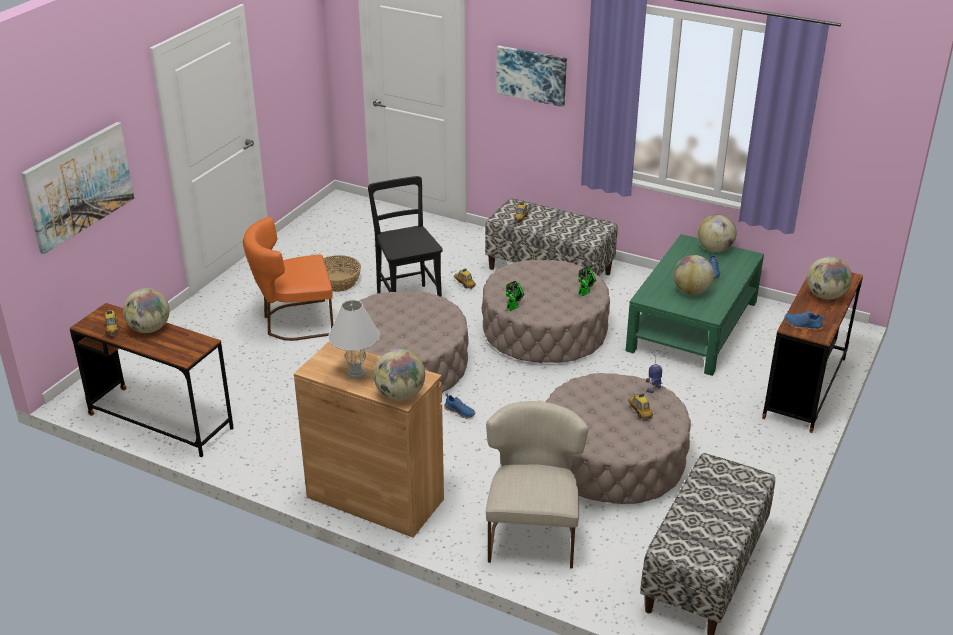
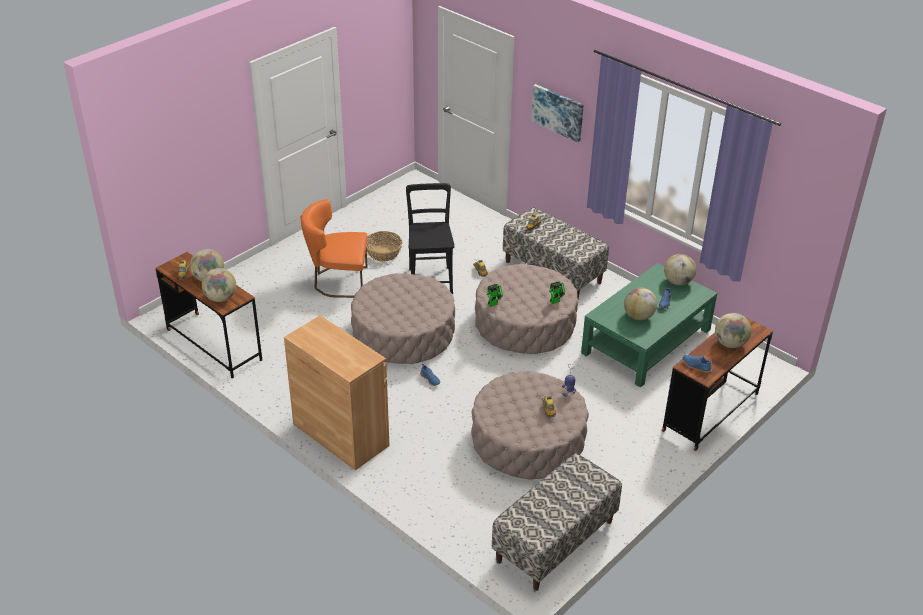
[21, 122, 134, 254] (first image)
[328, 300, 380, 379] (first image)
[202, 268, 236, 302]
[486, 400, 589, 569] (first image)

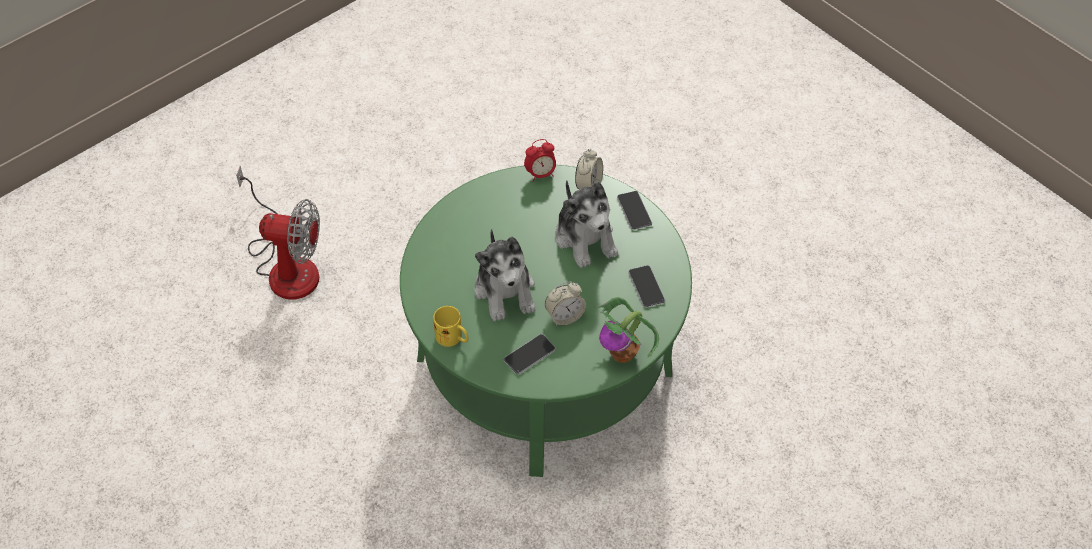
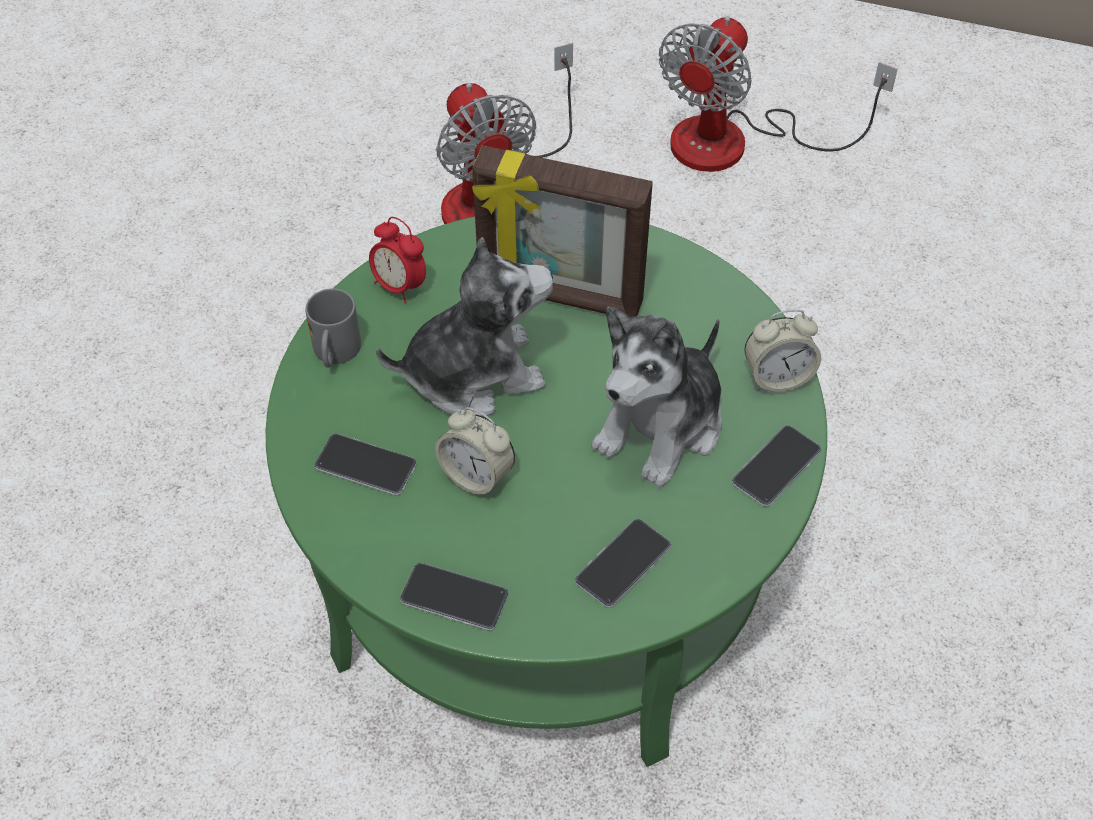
[305, 288, 361, 368]
[376, 237, 553, 416]
[369, 217, 426, 303]
[400, 563, 508, 630]
[472, 145, 653, 316]
[659, 16, 898, 172]

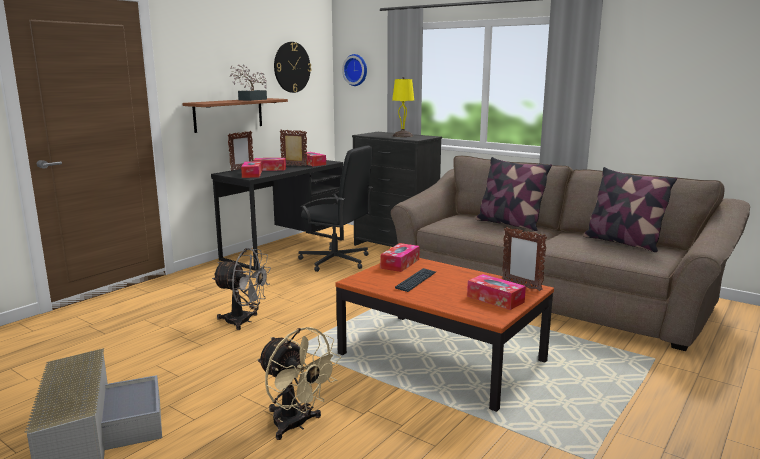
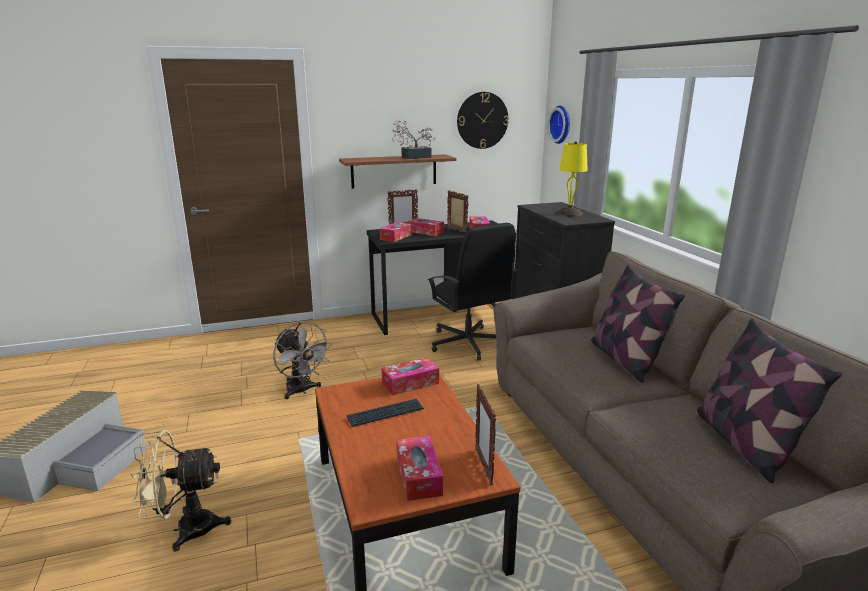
[130, 430, 231, 552]

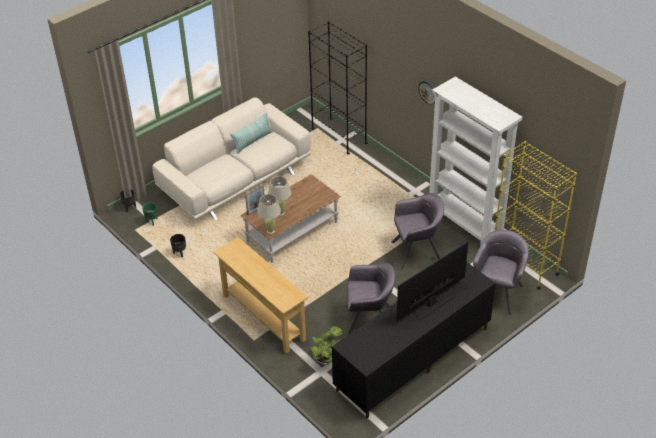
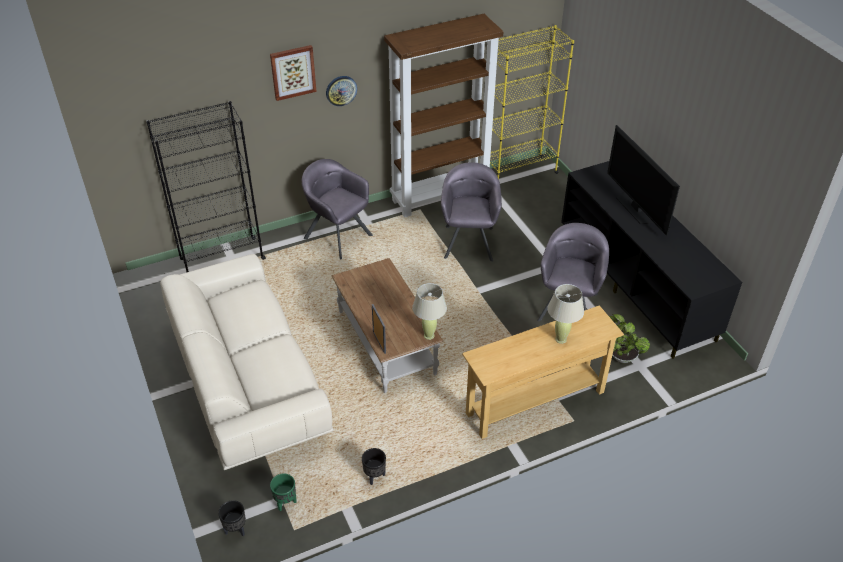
[230, 112, 272, 154] (first image)
[547, 284, 584, 344]
[384, 14, 503, 217]
[302, 159, 373, 260]
[270, 45, 317, 101]

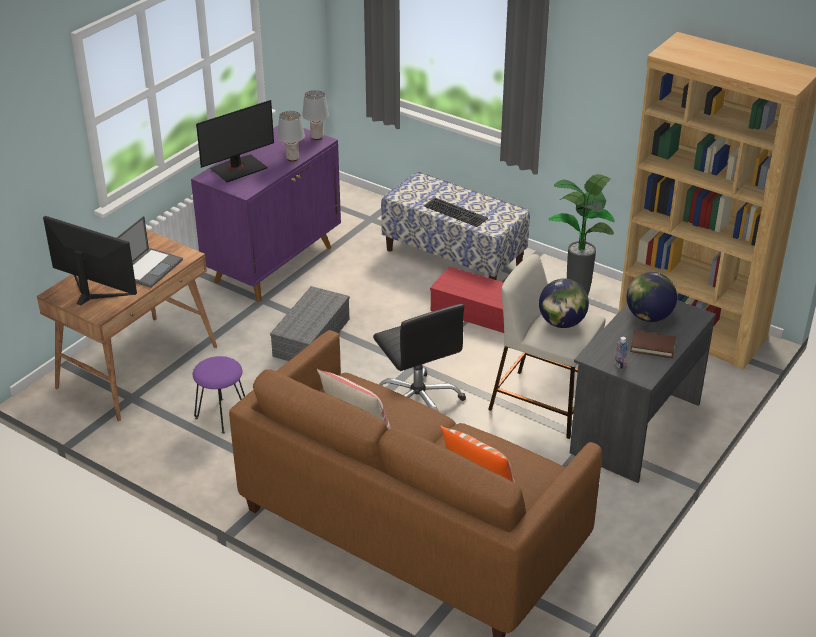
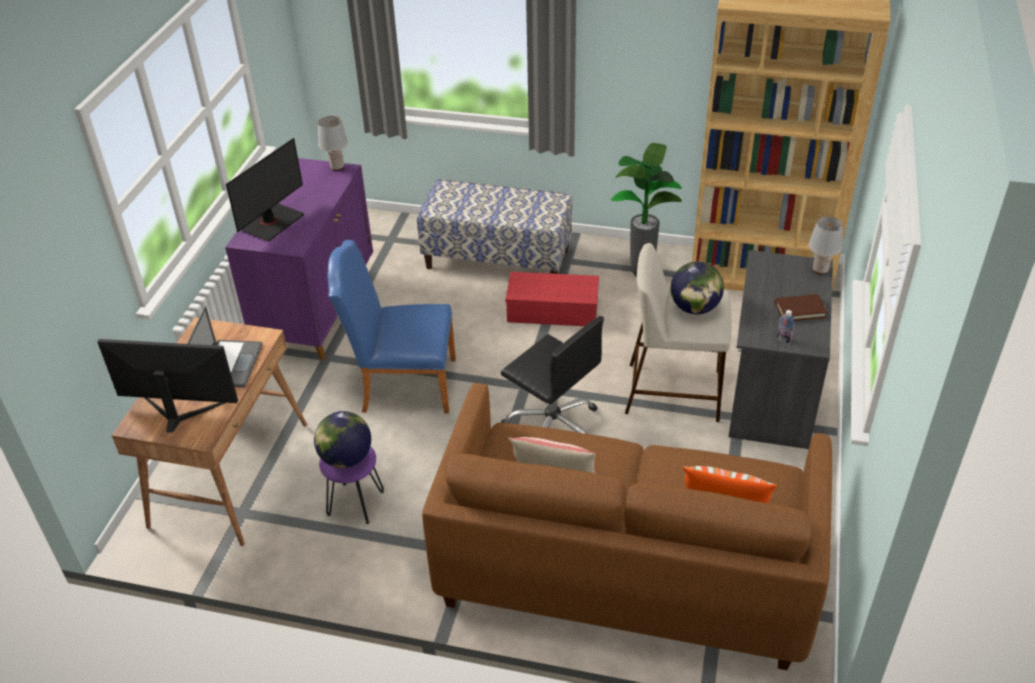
[328, 240, 456, 413]
[809, 216, 843, 274]
[424, 198, 488, 227] (first image)
[314, 411, 371, 468]

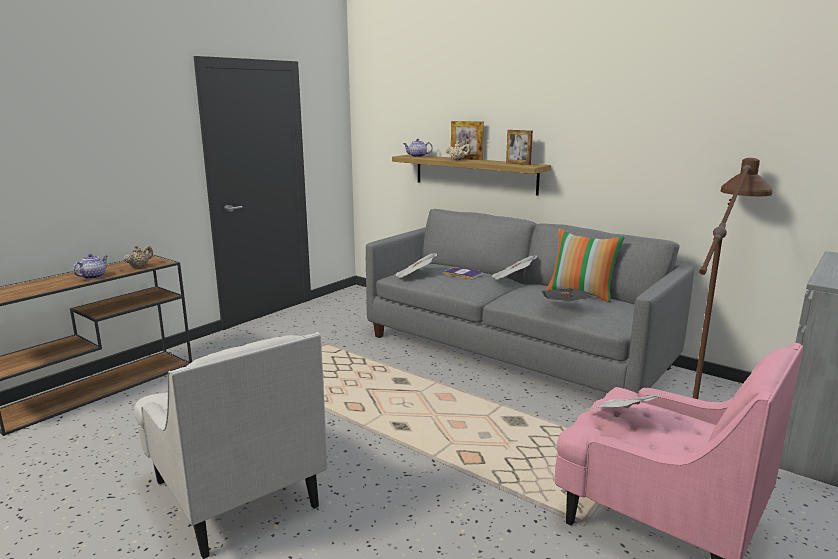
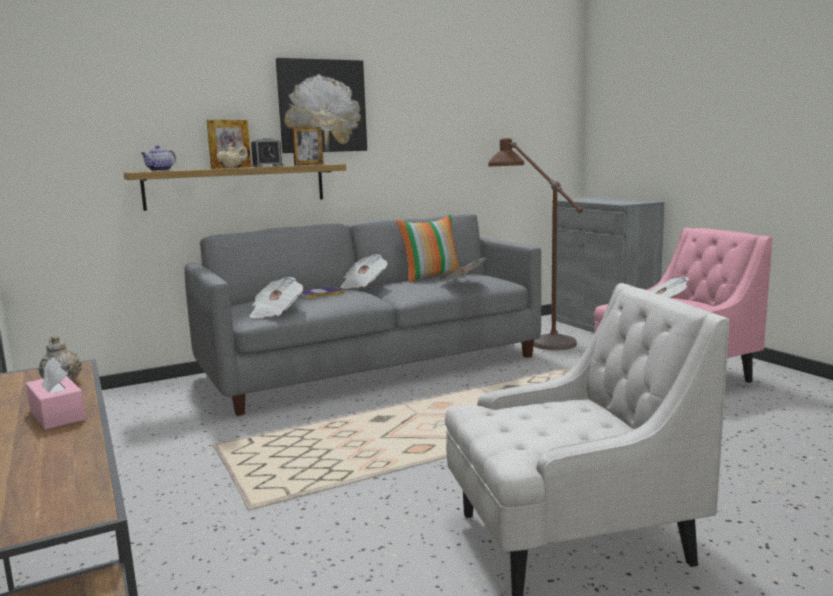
[26, 358, 86, 430]
[251, 138, 284, 167]
[276, 58, 367, 153]

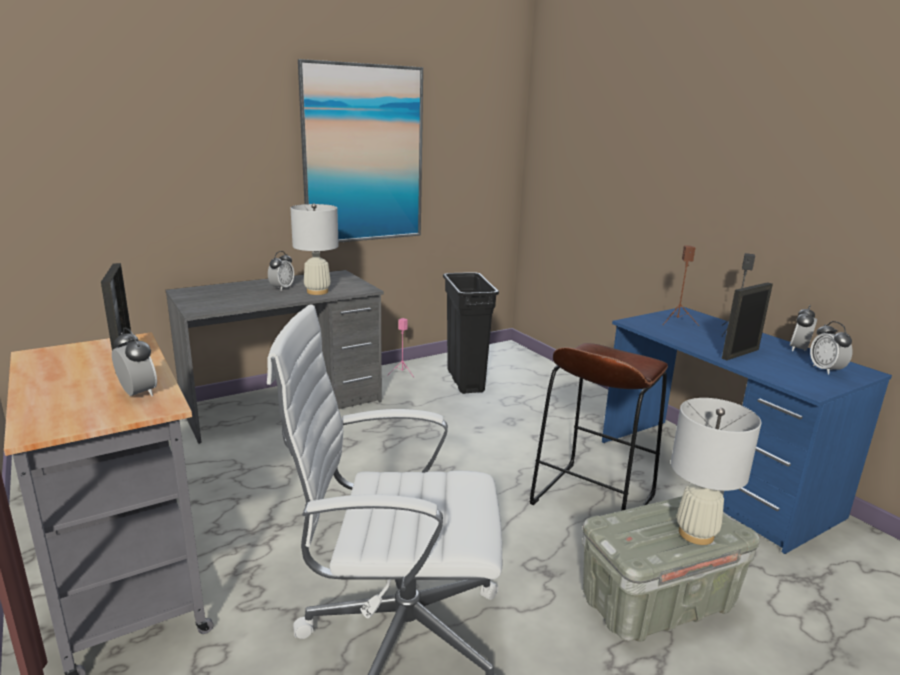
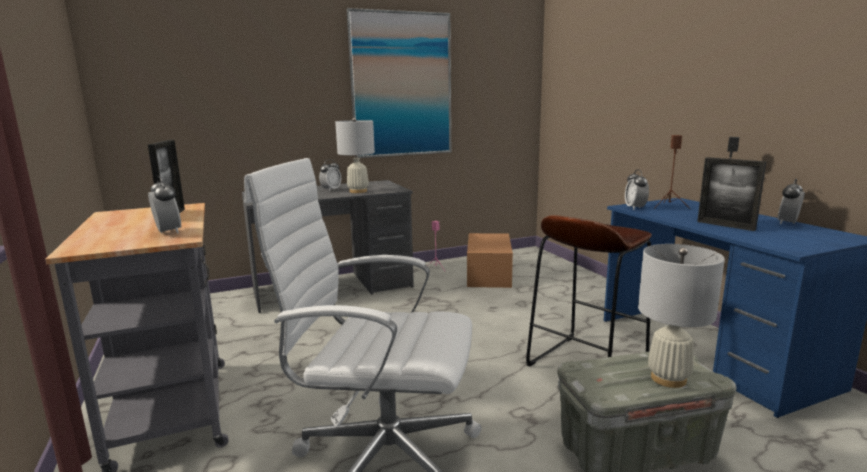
[467, 233, 513, 288]
[697, 157, 766, 231]
[625, 169, 649, 210]

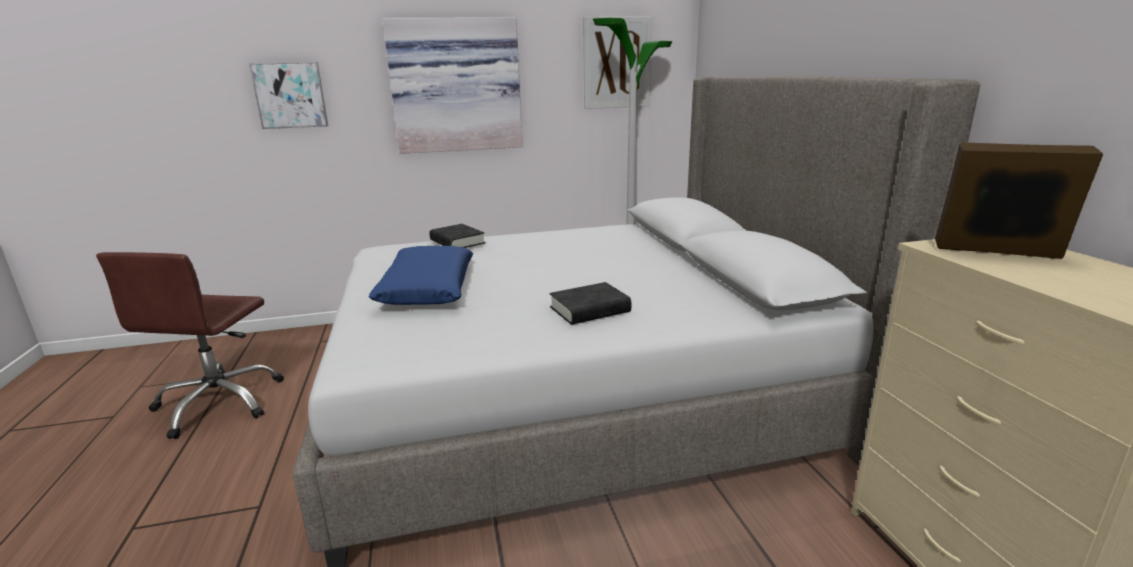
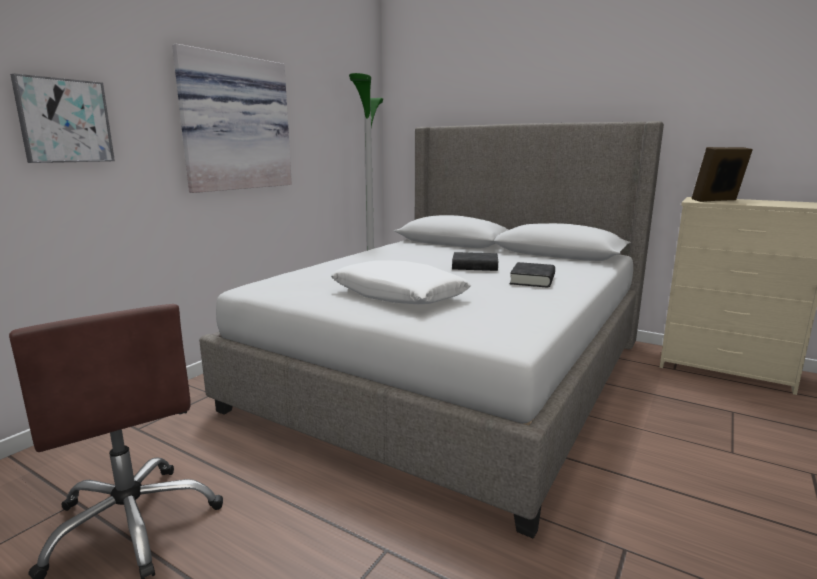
[331, 260, 471, 304]
[452, 252, 498, 271]
[583, 17, 652, 109] (first image)

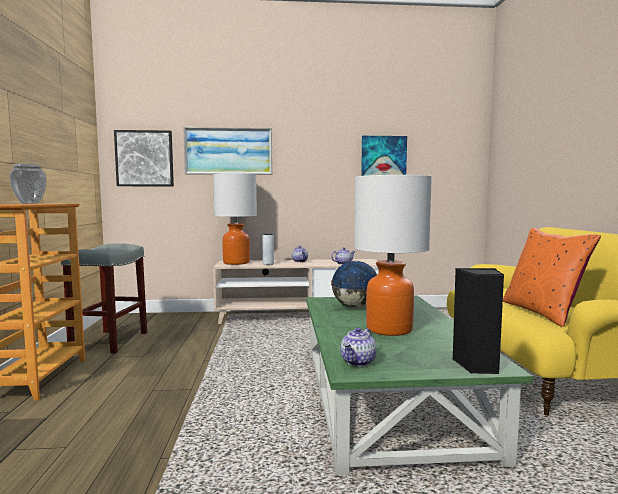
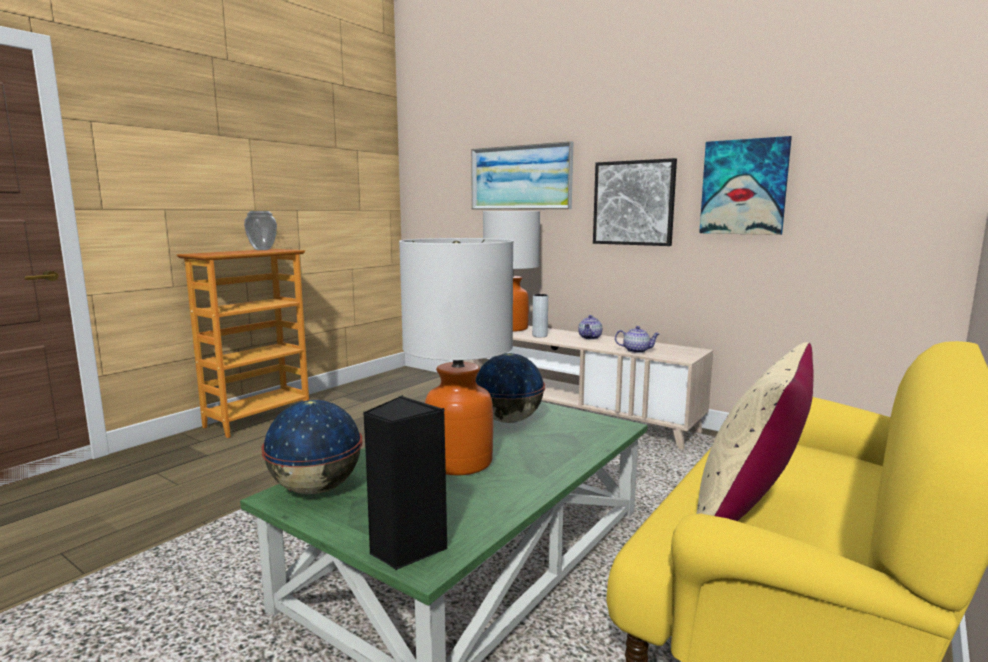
[61, 244, 147, 354] (first image)
[593, 158, 677, 246]
[261, 400, 363, 494]
[697, 342, 813, 521]

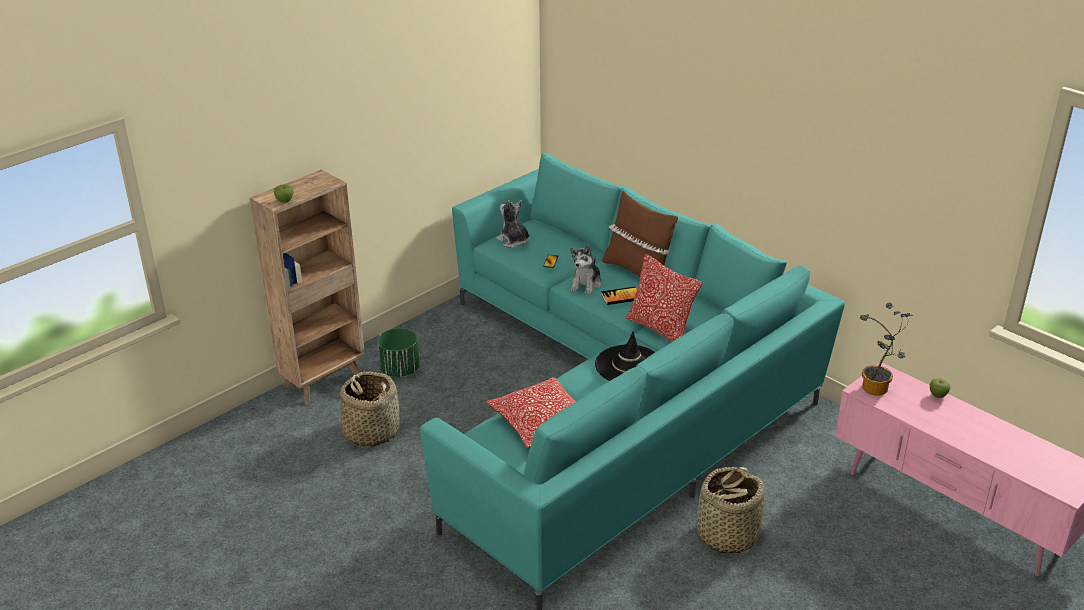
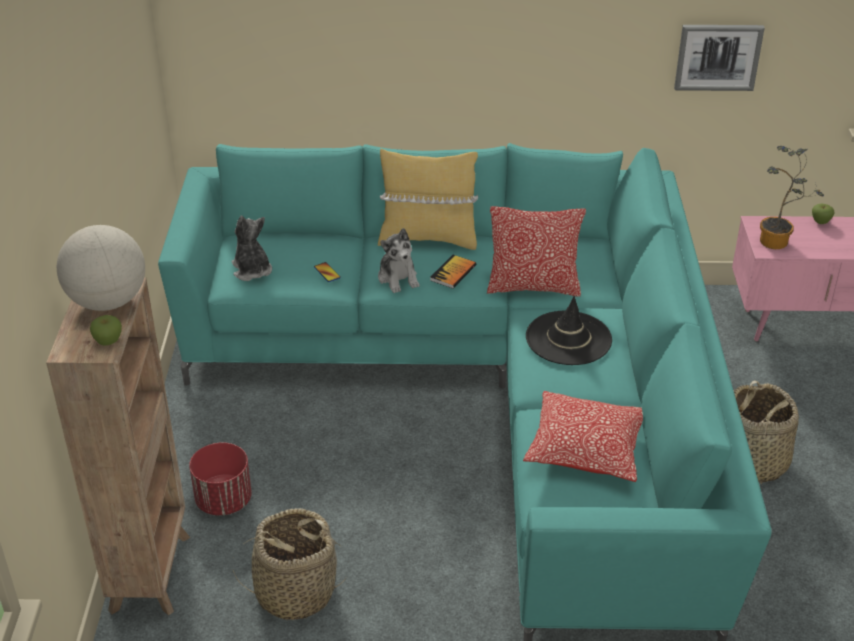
[189, 443, 252, 516]
[232, 216, 272, 281]
[378, 149, 478, 250]
[57, 225, 145, 311]
[674, 25, 765, 91]

